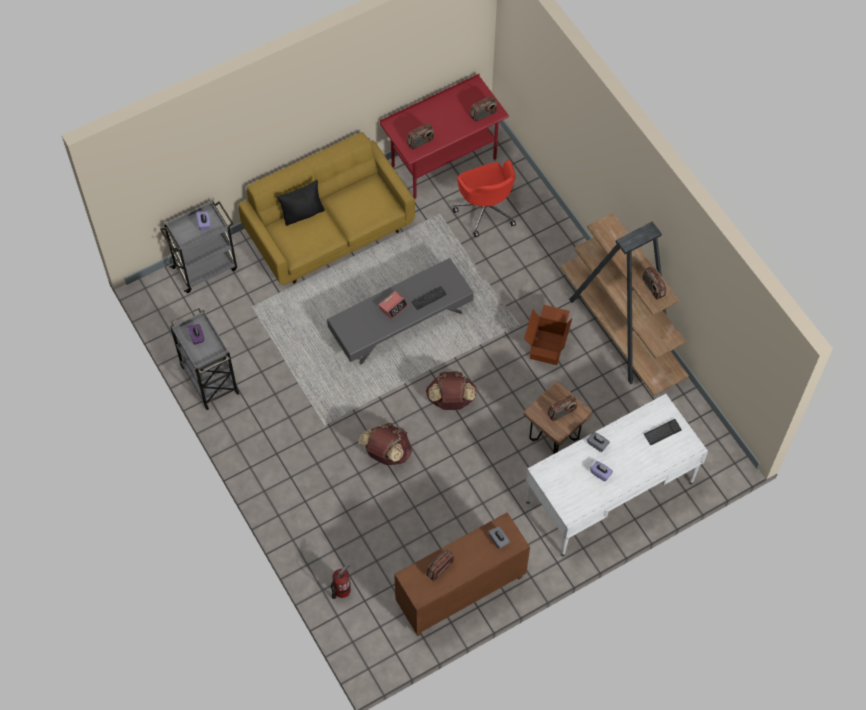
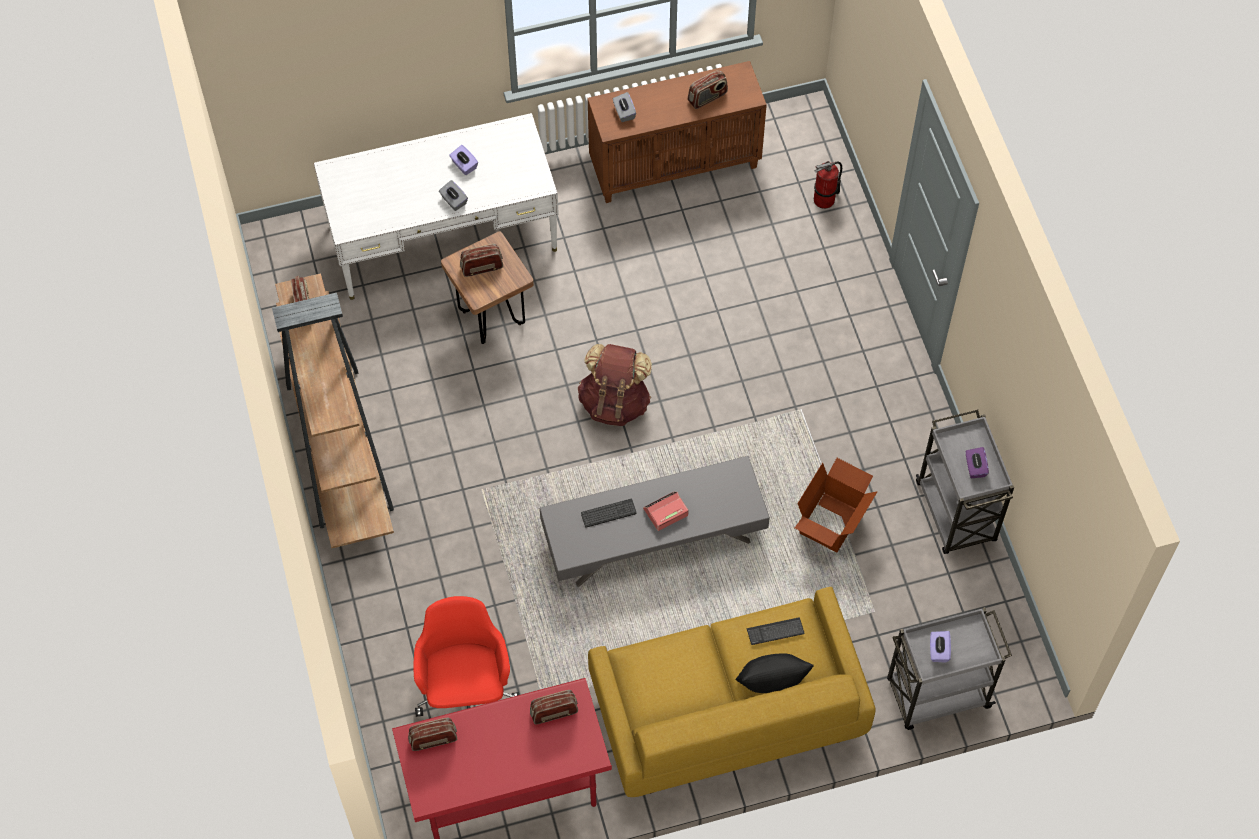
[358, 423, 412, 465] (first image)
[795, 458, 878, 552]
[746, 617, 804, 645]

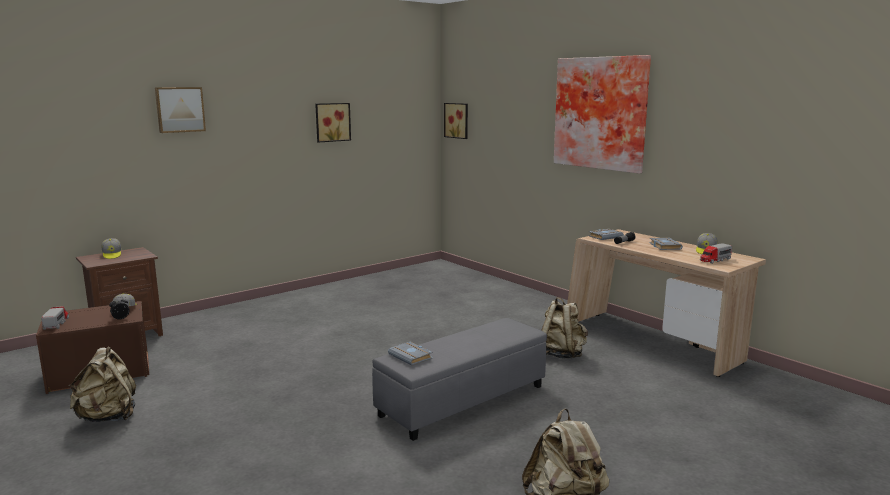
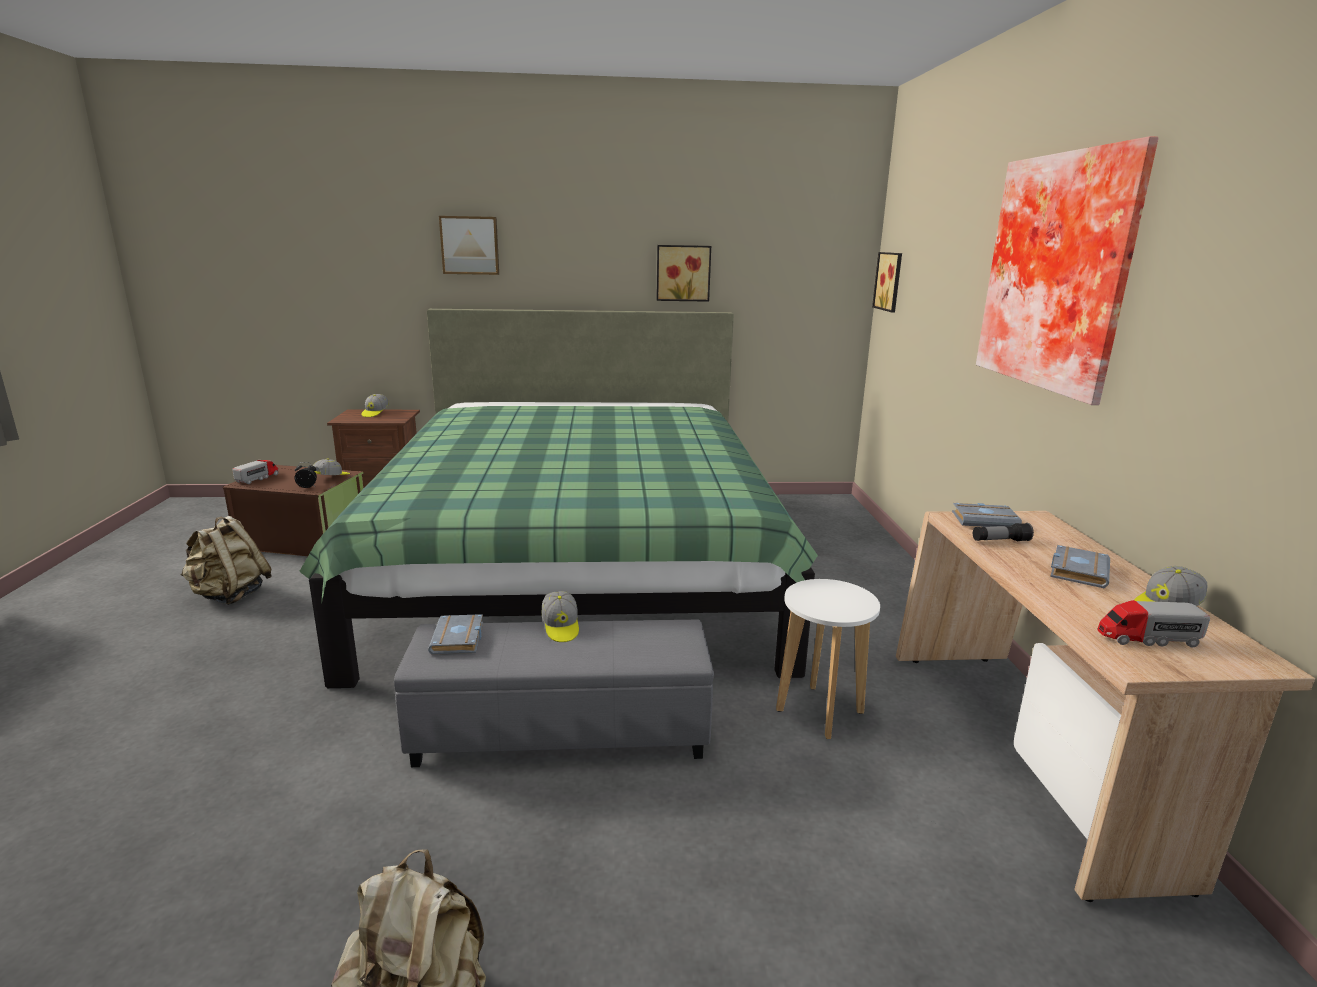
[776, 579, 880, 739]
[299, 309, 818, 688]
[541, 591, 579, 642]

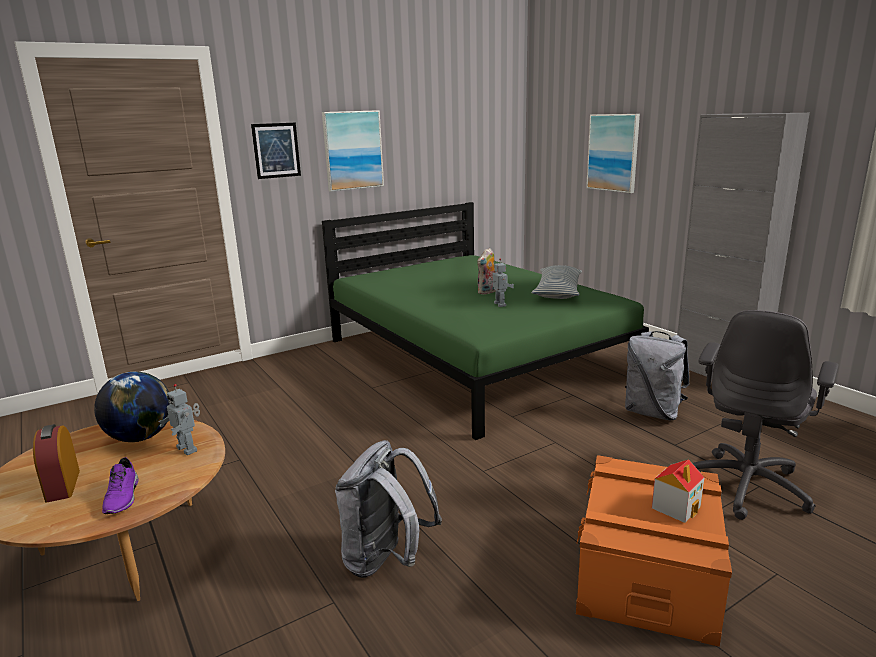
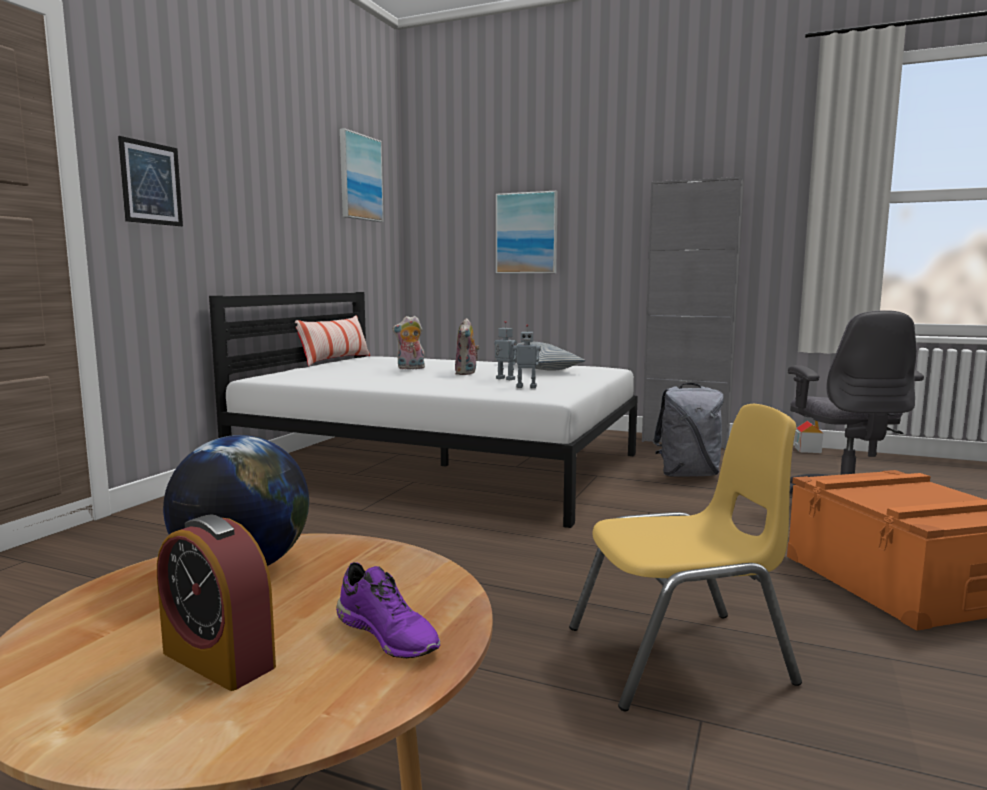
[513, 324, 541, 388]
[340, 128, 384, 222]
[209, 292, 638, 528]
[569, 404, 802, 712]
[795, 421, 823, 453]
[295, 315, 370, 366]
[392, 316, 425, 369]

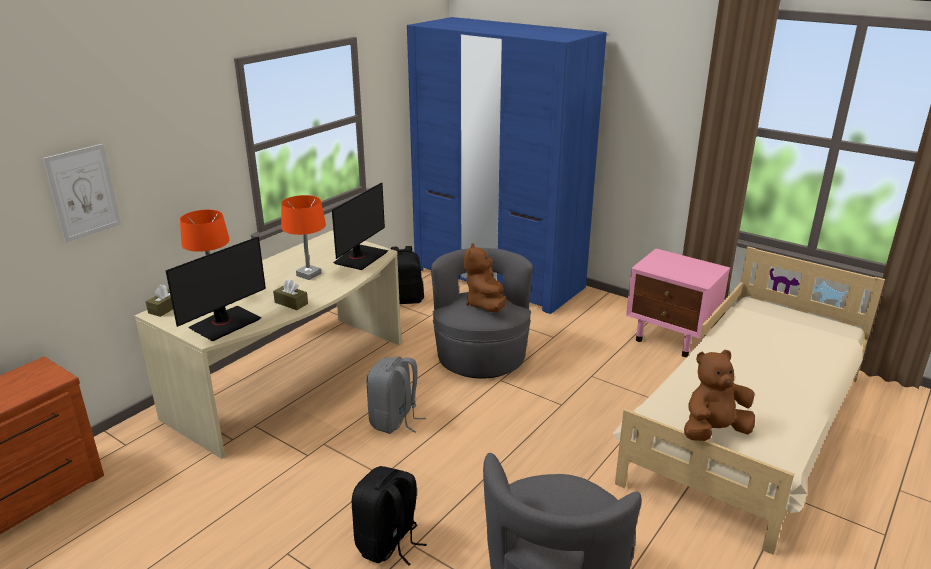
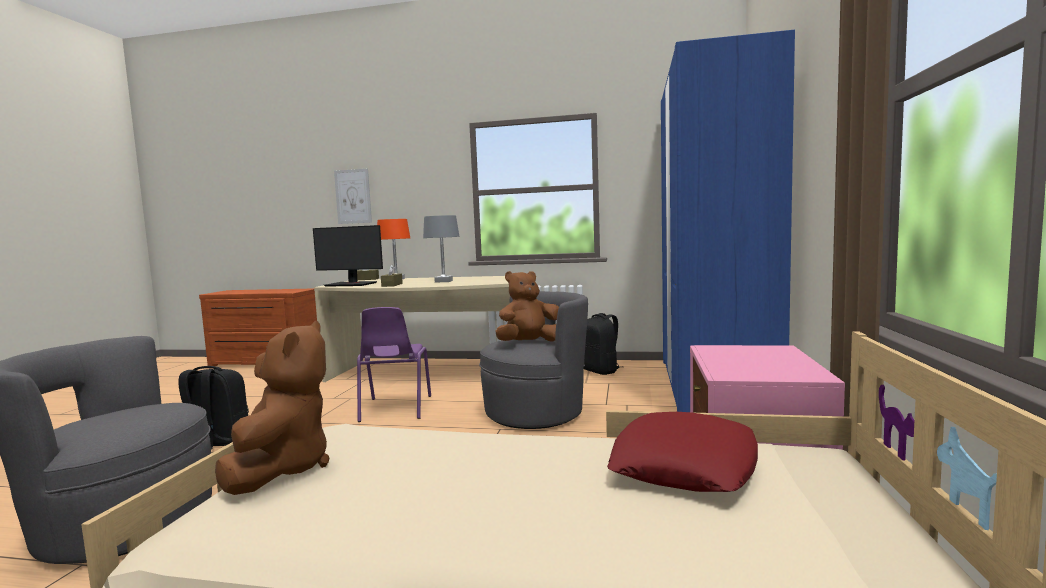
[423, 215, 459, 283]
[332, 182, 388, 270] (first image)
[357, 307, 431, 422]
[215, 321, 329, 495]
[607, 412, 758, 492]

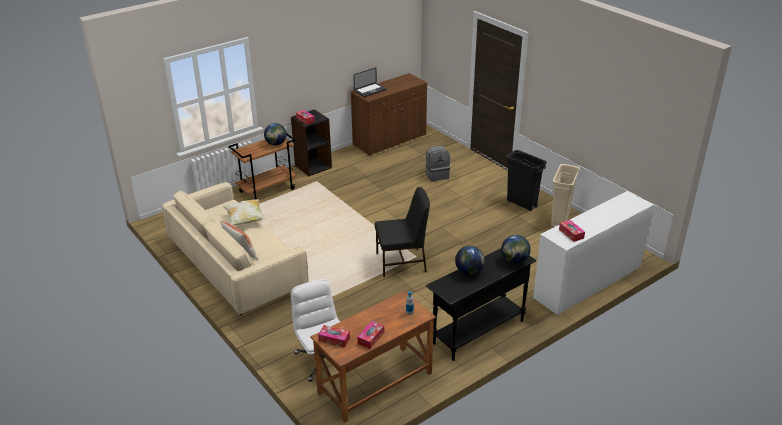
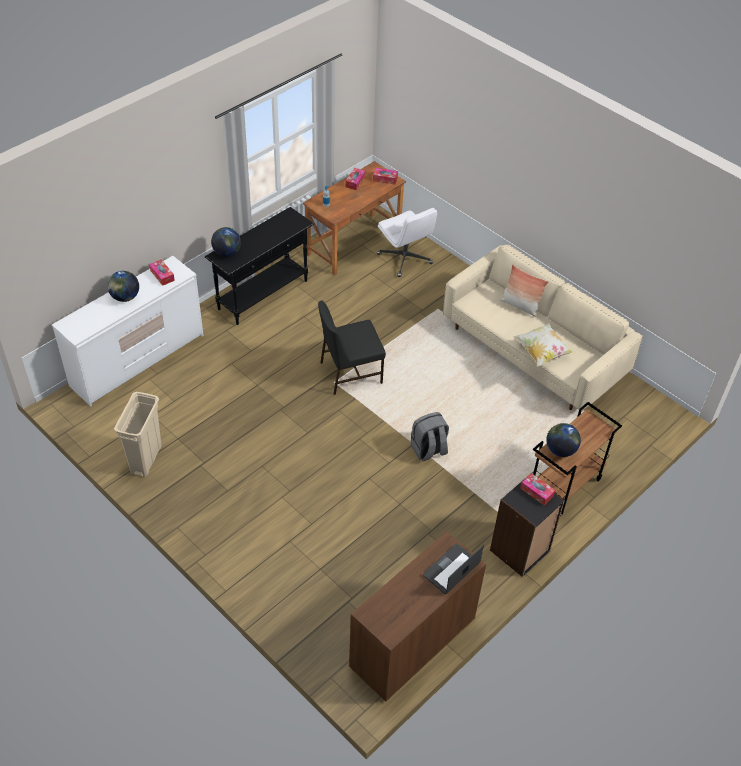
[411, 412, 449, 461]
[107, 271, 139, 302]
[506, 150, 546, 211] (first image)

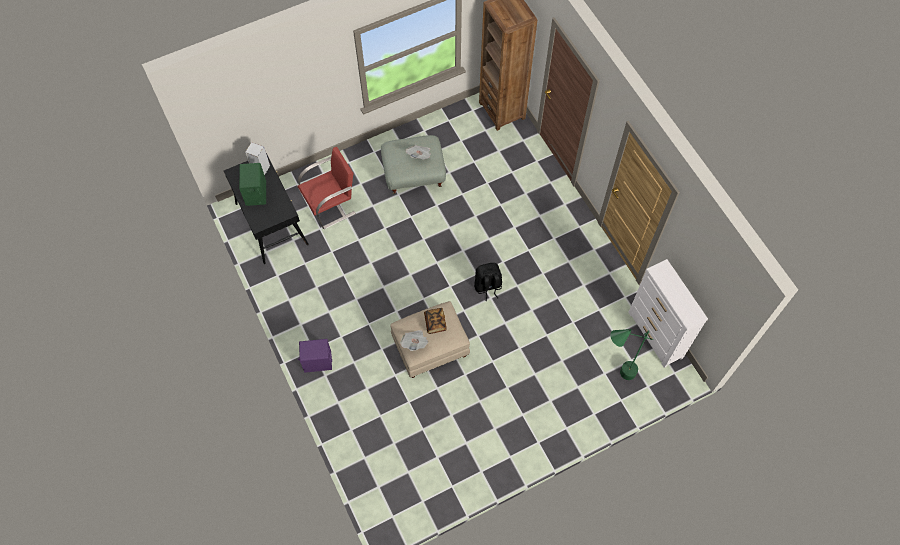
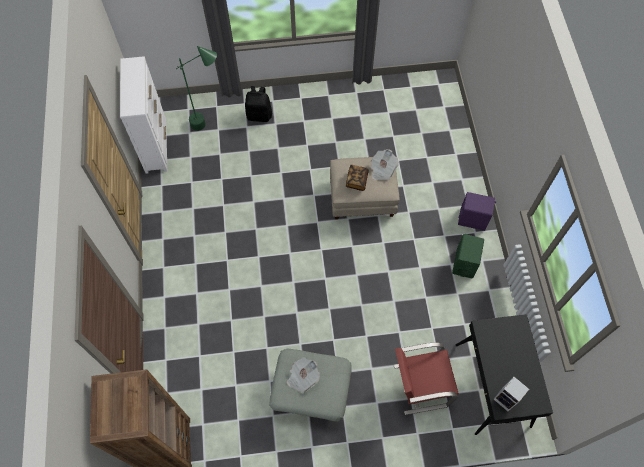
[452, 234, 484, 278]
[245, 86, 272, 122]

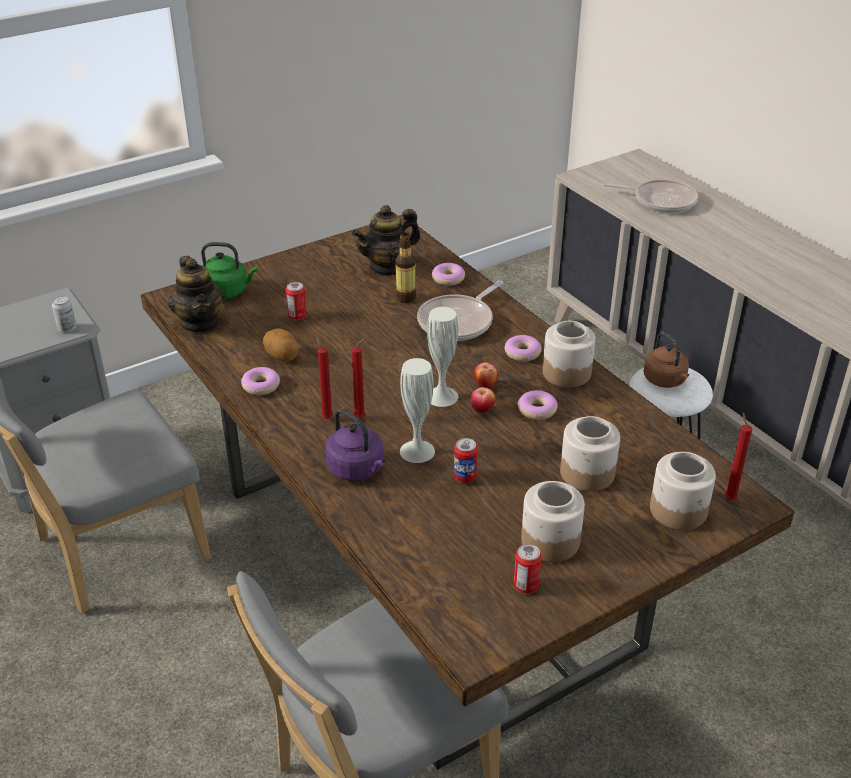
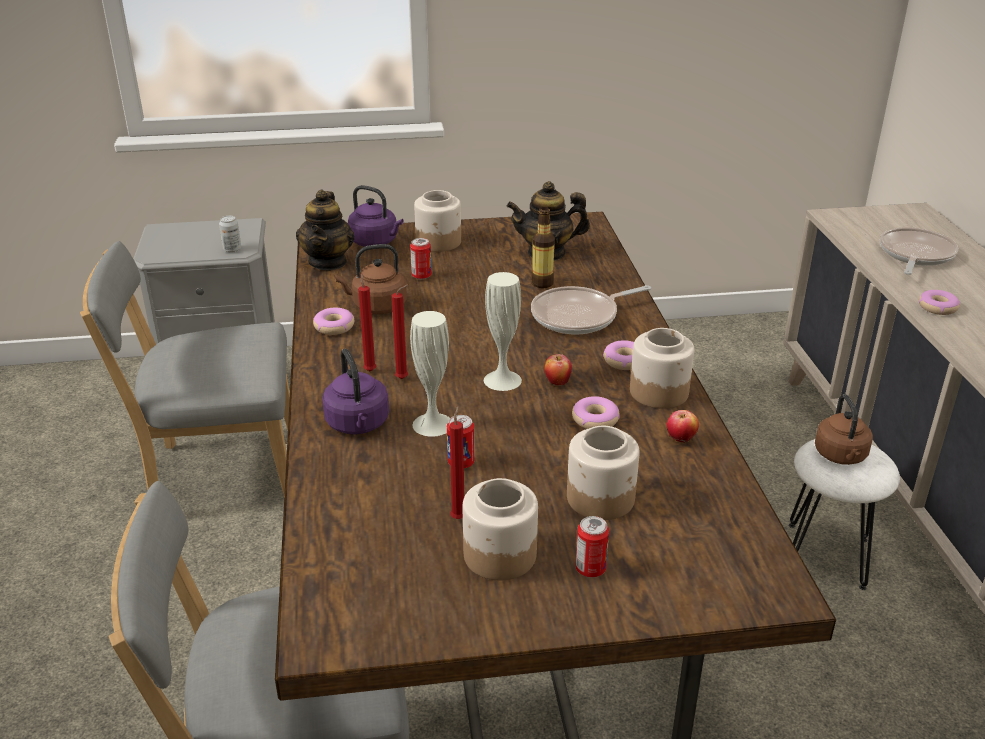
[348, 185, 403, 247]
[335, 244, 407, 314]
[919, 290, 960, 315]
[666, 410, 699, 442]
[575, 516, 609, 577]
[880, 227, 958, 275]
[414, 190, 461, 252]
[450, 406, 464, 519]

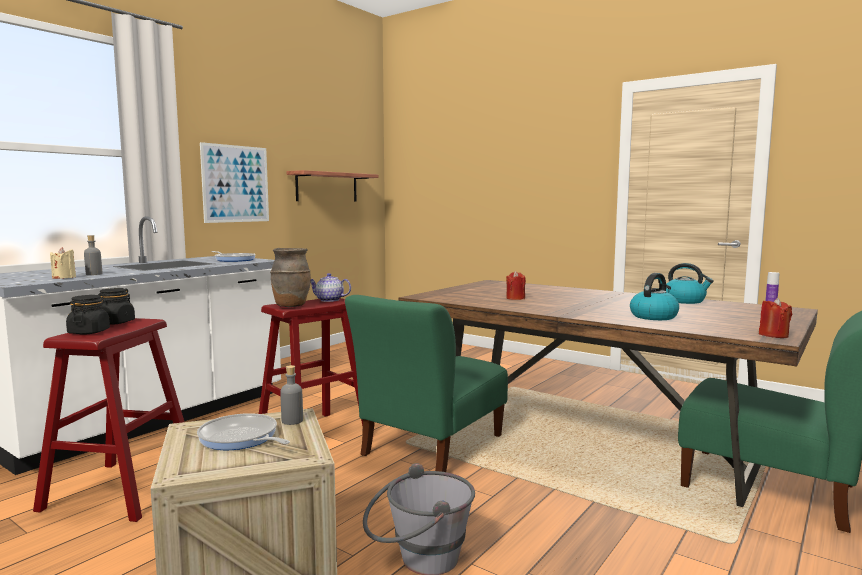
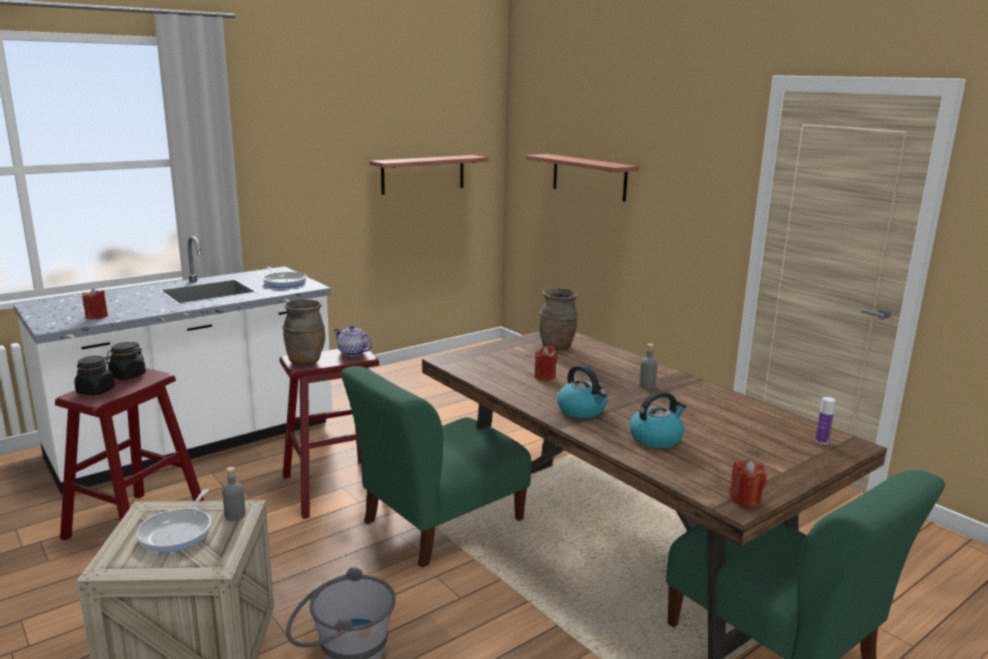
[83, 288, 108, 319]
[639, 343, 657, 389]
[136, 489, 211, 552]
[200, 142, 269, 223] (first image)
[557, 365, 608, 418]
[526, 154, 638, 202]
[539, 288, 578, 350]

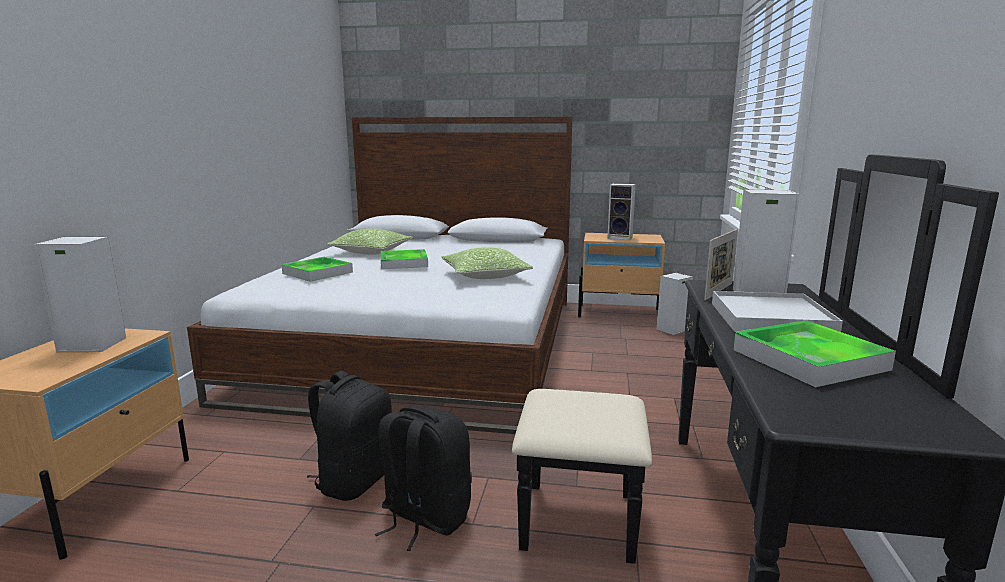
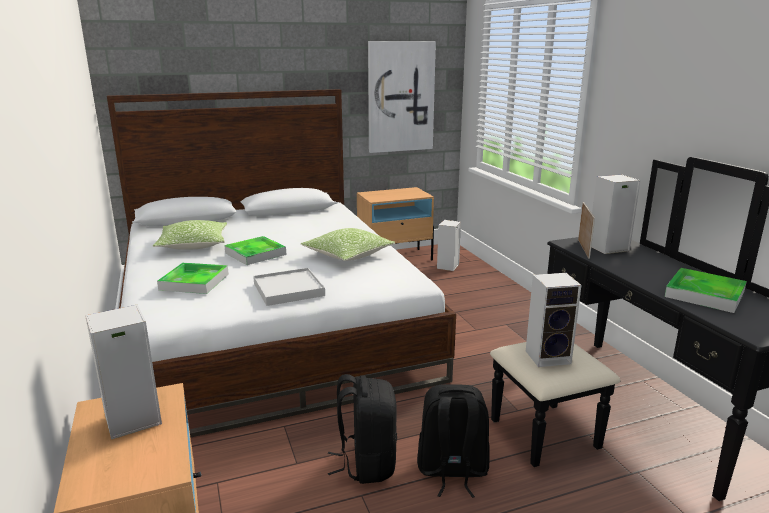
[526, 273, 581, 367]
[253, 268, 325, 306]
[368, 41, 436, 153]

